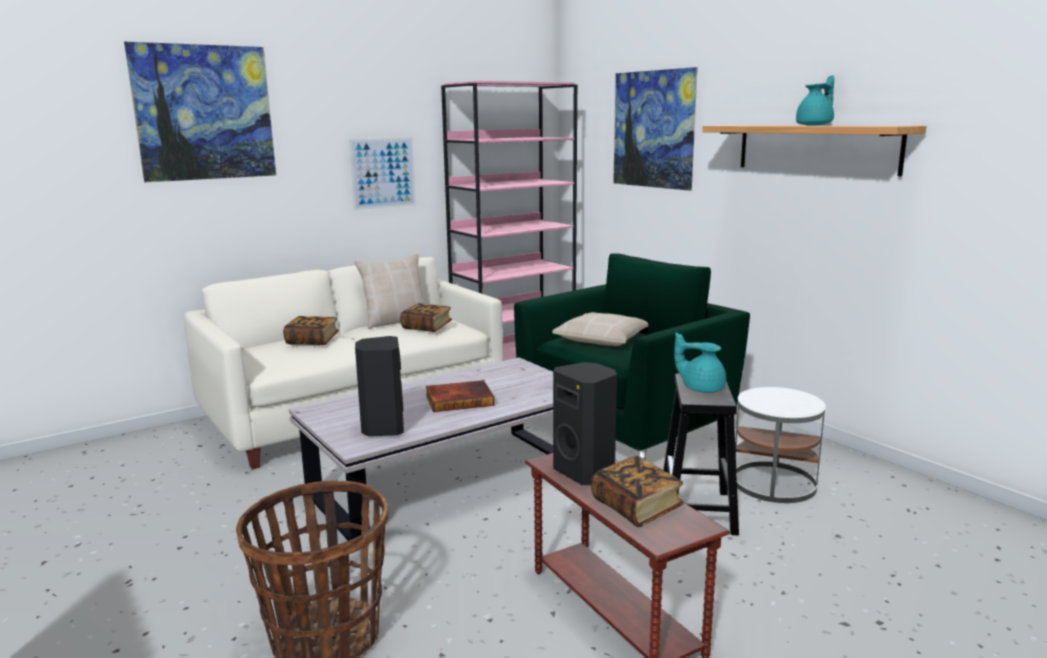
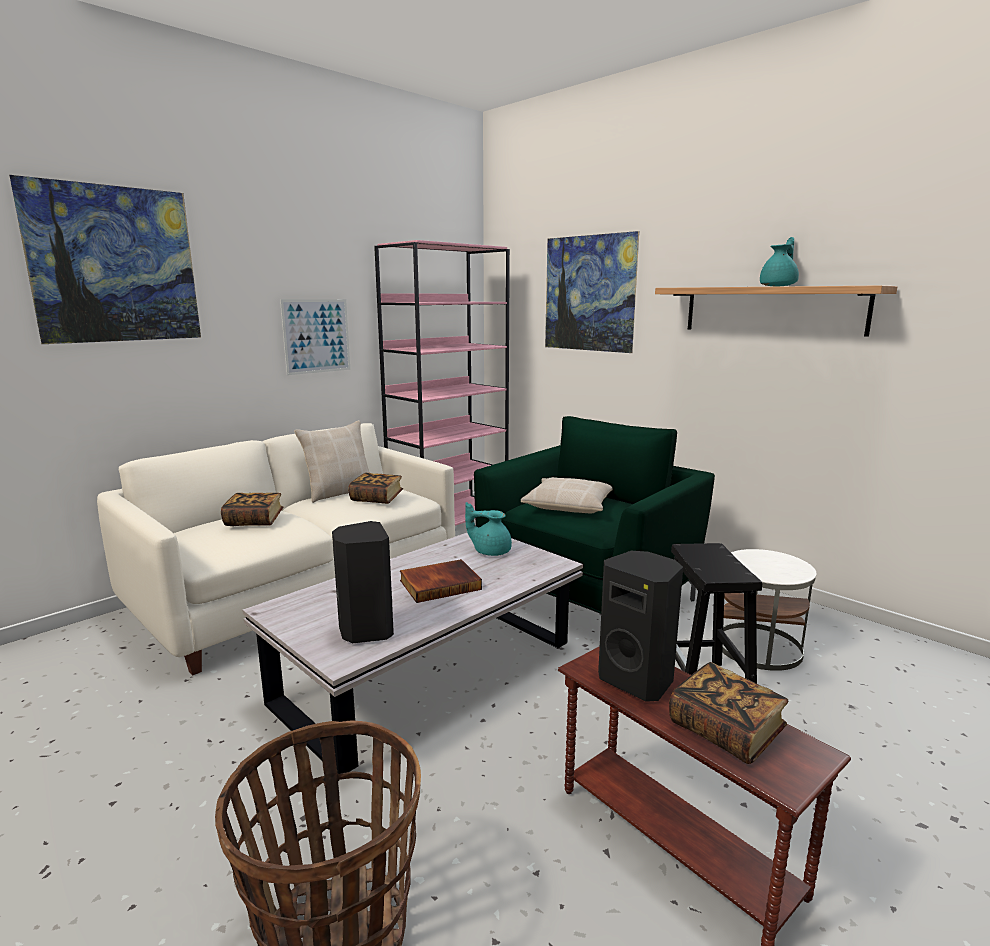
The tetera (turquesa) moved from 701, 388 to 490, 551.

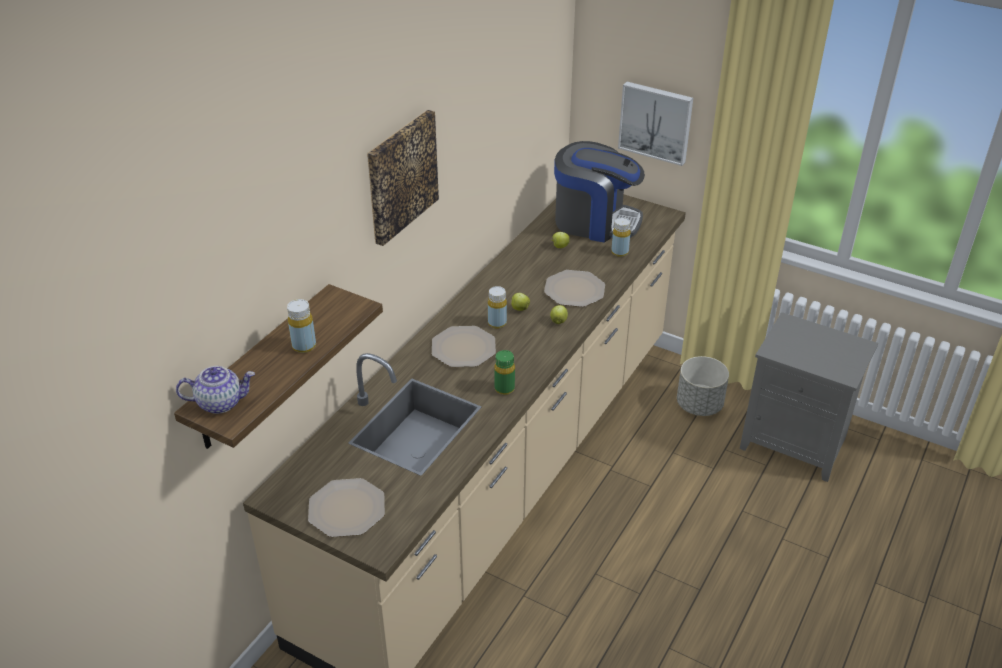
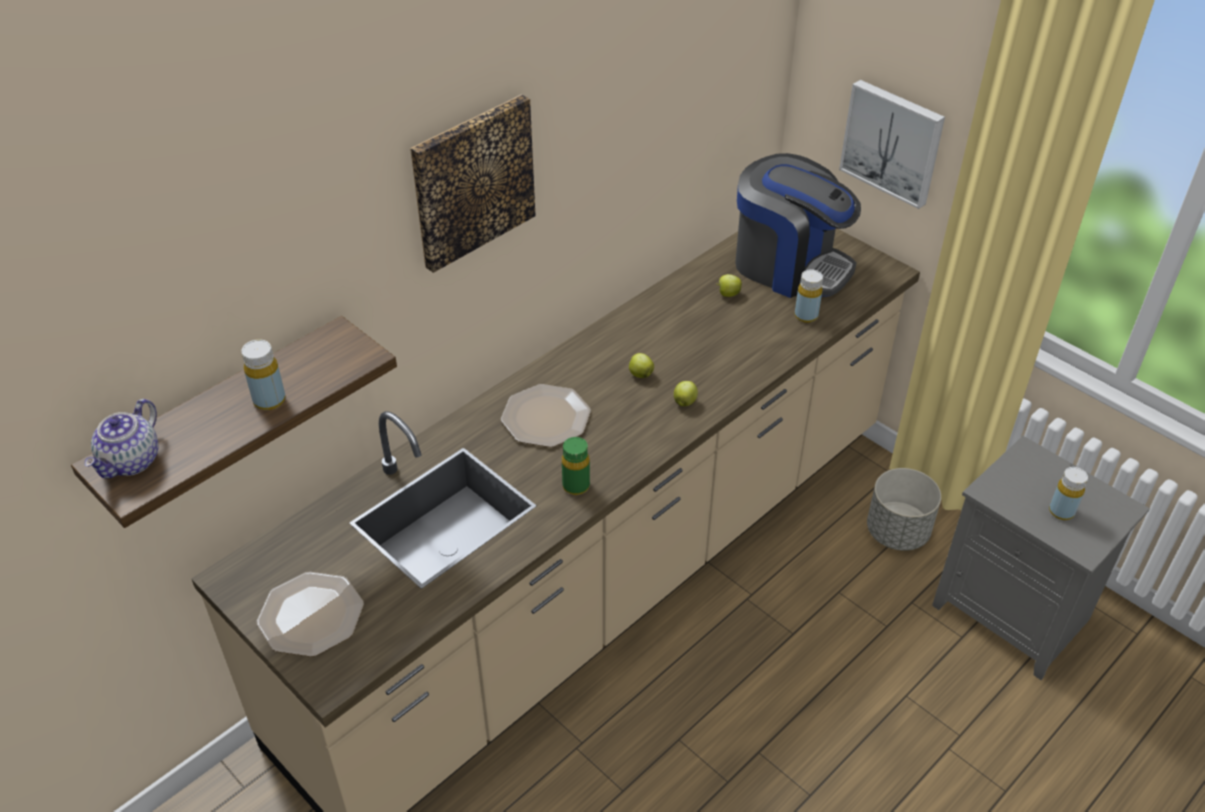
The plato at 575, 289 disappeared.
The botella (amarillo) moved from 497, 323 to 1061, 511.
The tetera at 220, 402 turned 105 degrees clockwise.

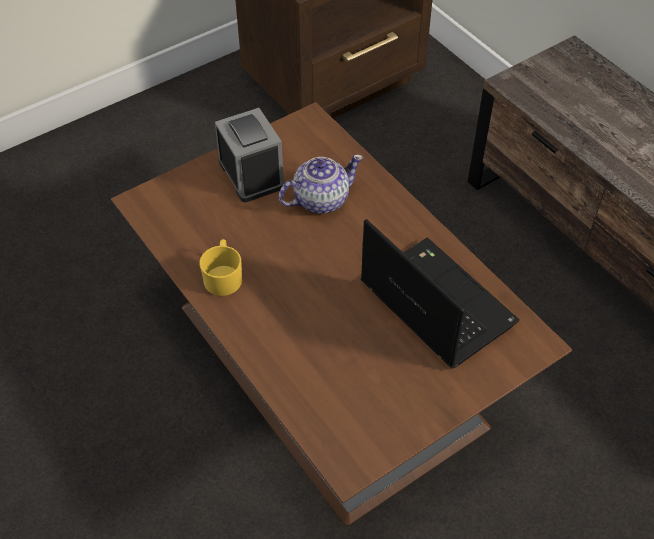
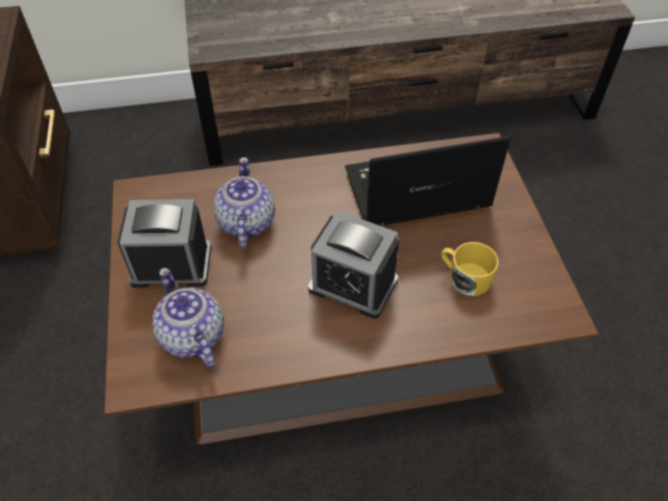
The tetera at 192, 337 appeared.
The despertador at 353, 285 appeared.
The taza grande (amarillo) moved from 223, 276 to 464, 277.

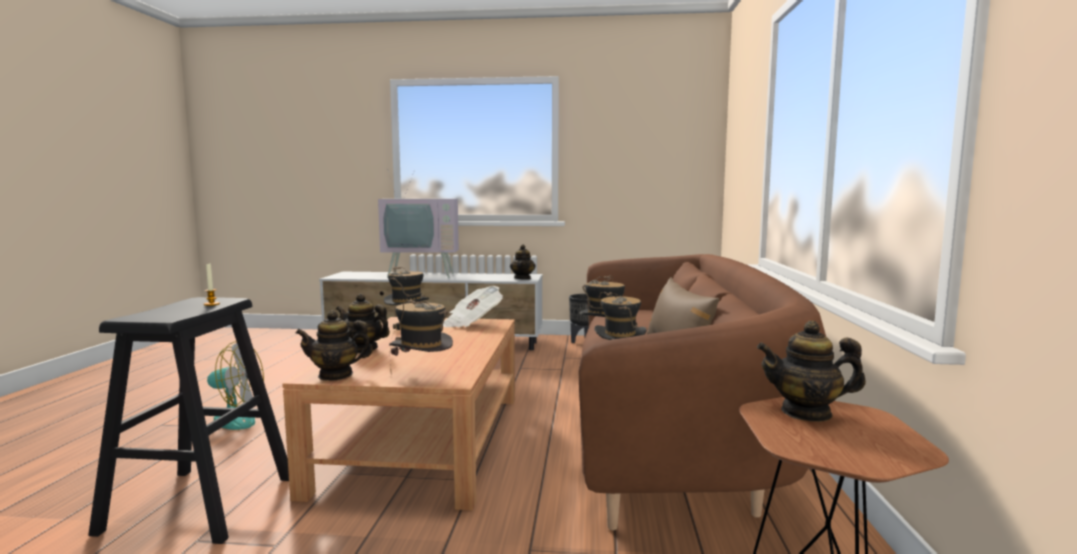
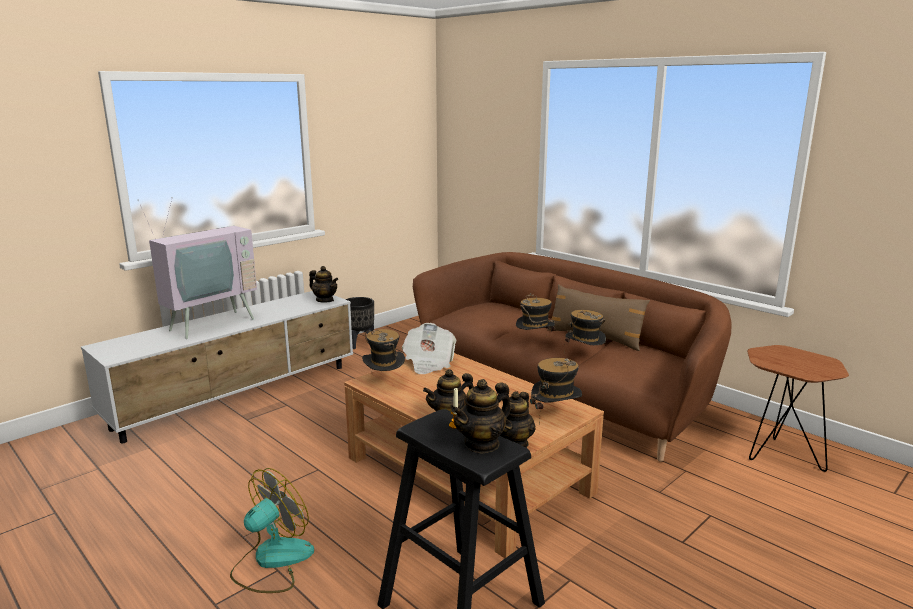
The tetera moved from 806, 413 to 482, 444.

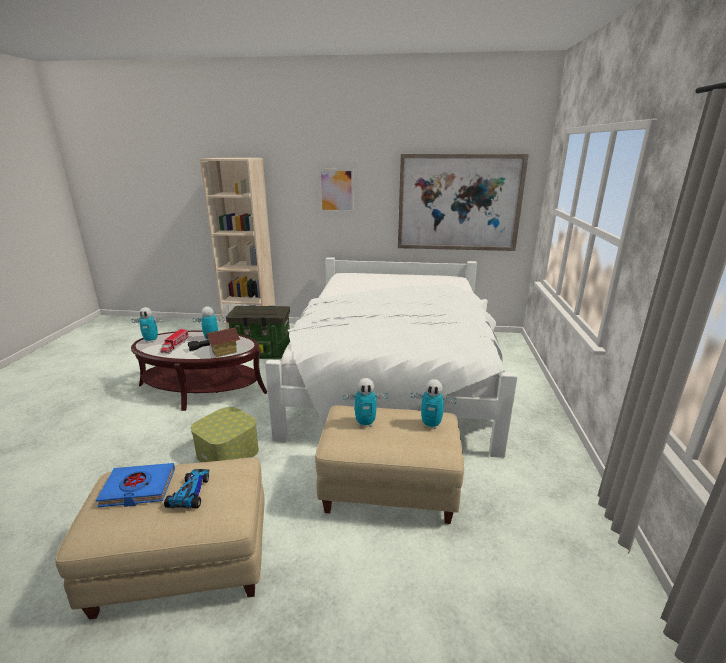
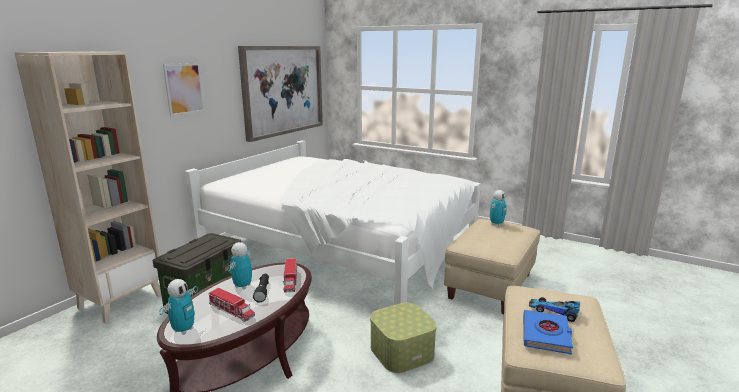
The robot de juguete at 365, 423 disappeared.
The casita at 224, 351 was replaced by the camión de juguete at 290, 281.

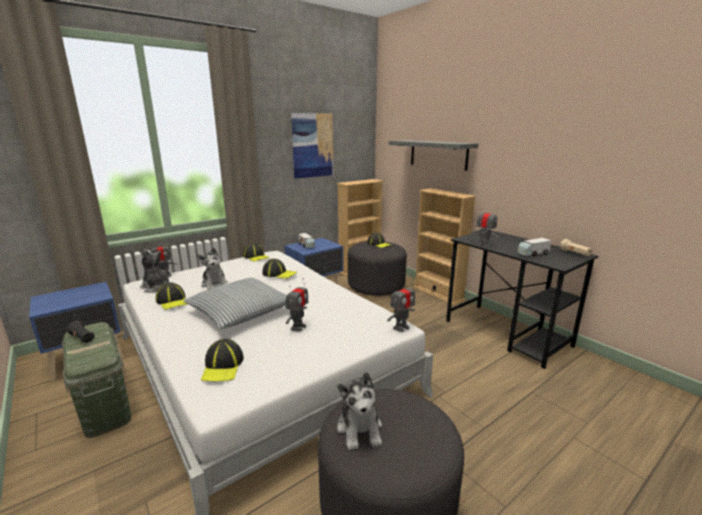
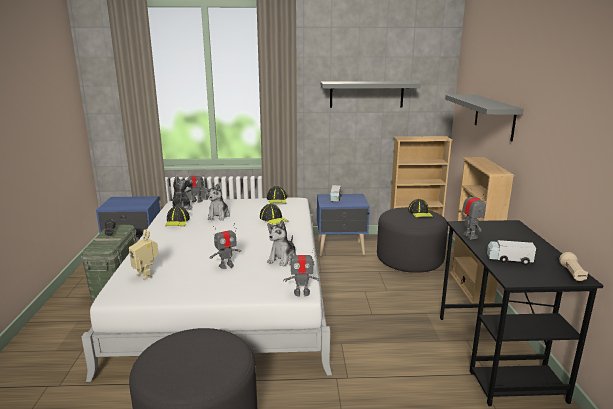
The cojín at 240, 311 disappeared.
The peluche moved from 360, 429 to 282, 258.
The gorra at 223, 366 was replaced by the robot de juguete at 147, 275.
The cuadro at 312, 145 was replaced by the estante (gris) at 366, 94.

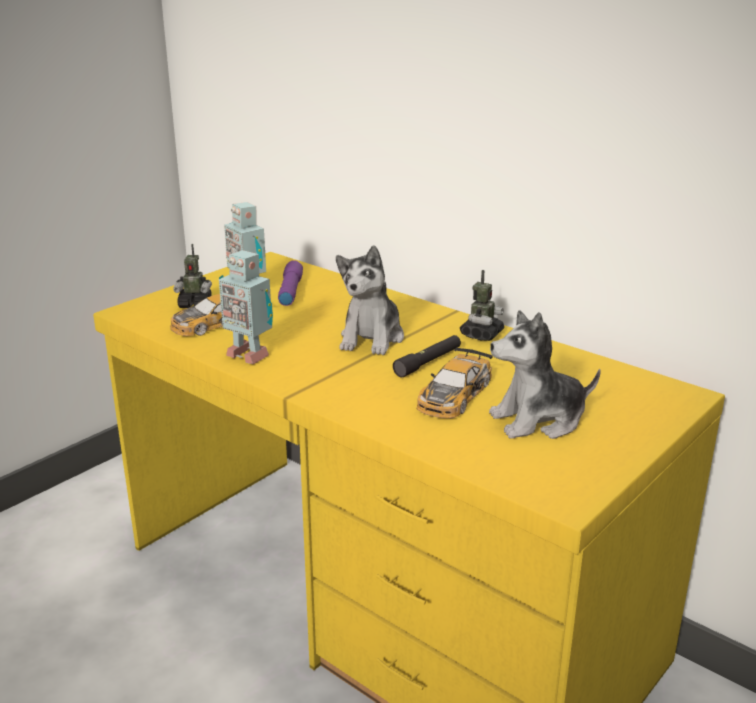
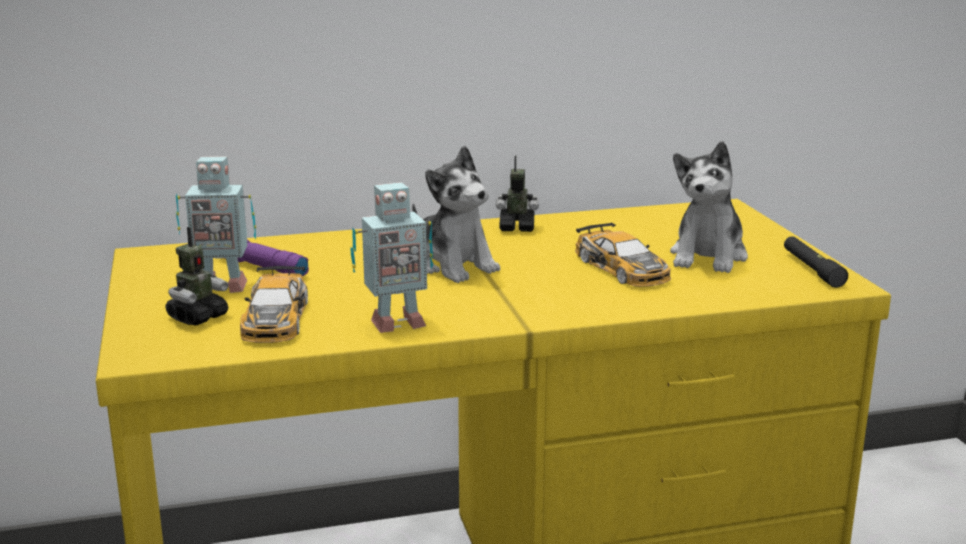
The linterna (negro) moved from 428, 362 to 812, 269.
The robot de juguete at 481, 334 turned 60 degrees counterclockwise.

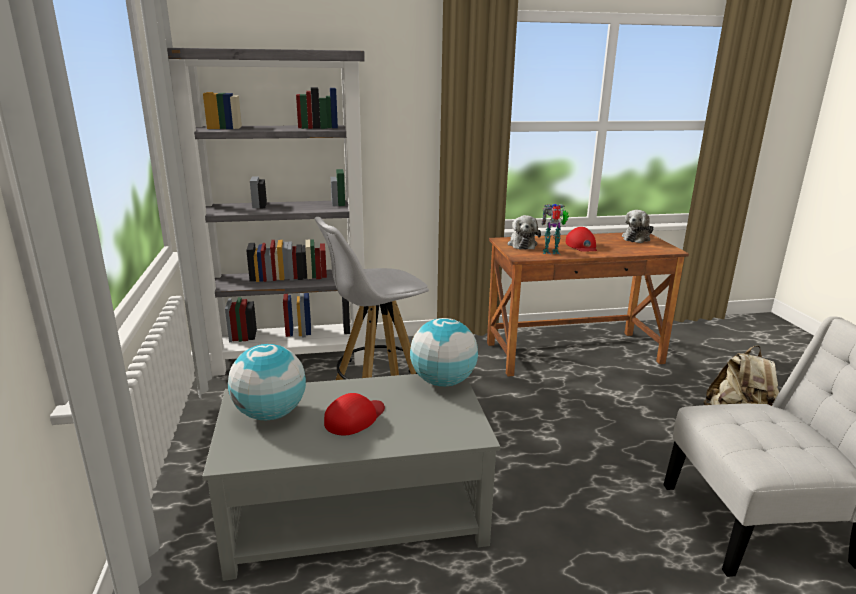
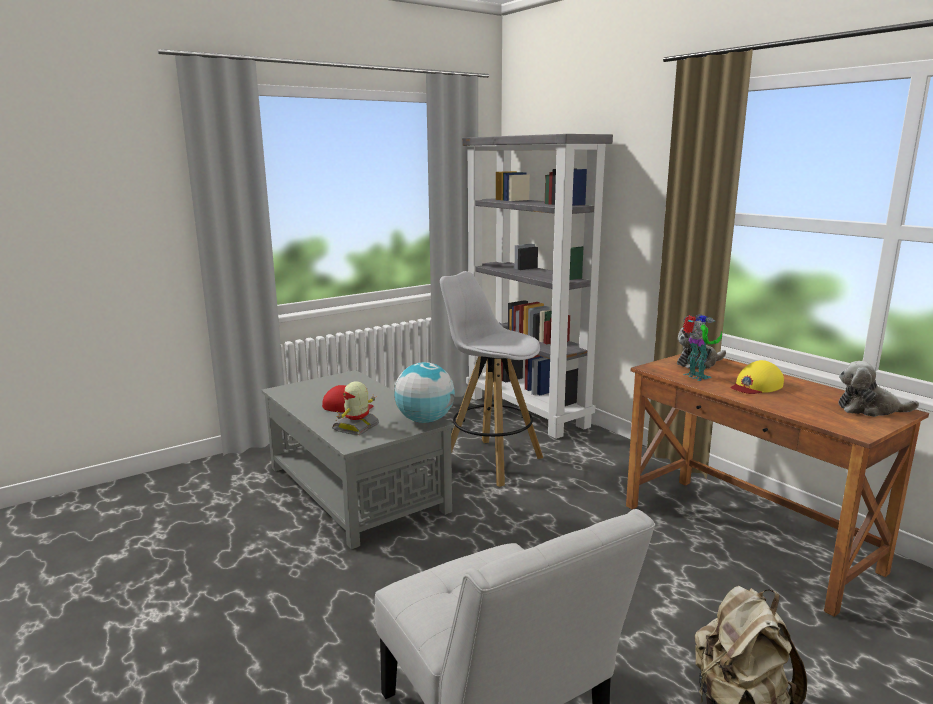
The globo terráqueo at 270, 414 disappeared.
The robot de juguete at 357, 427 appeared.
The gorra (rojo) at 581, 246 became the gorra (amarillo) at 756, 386.

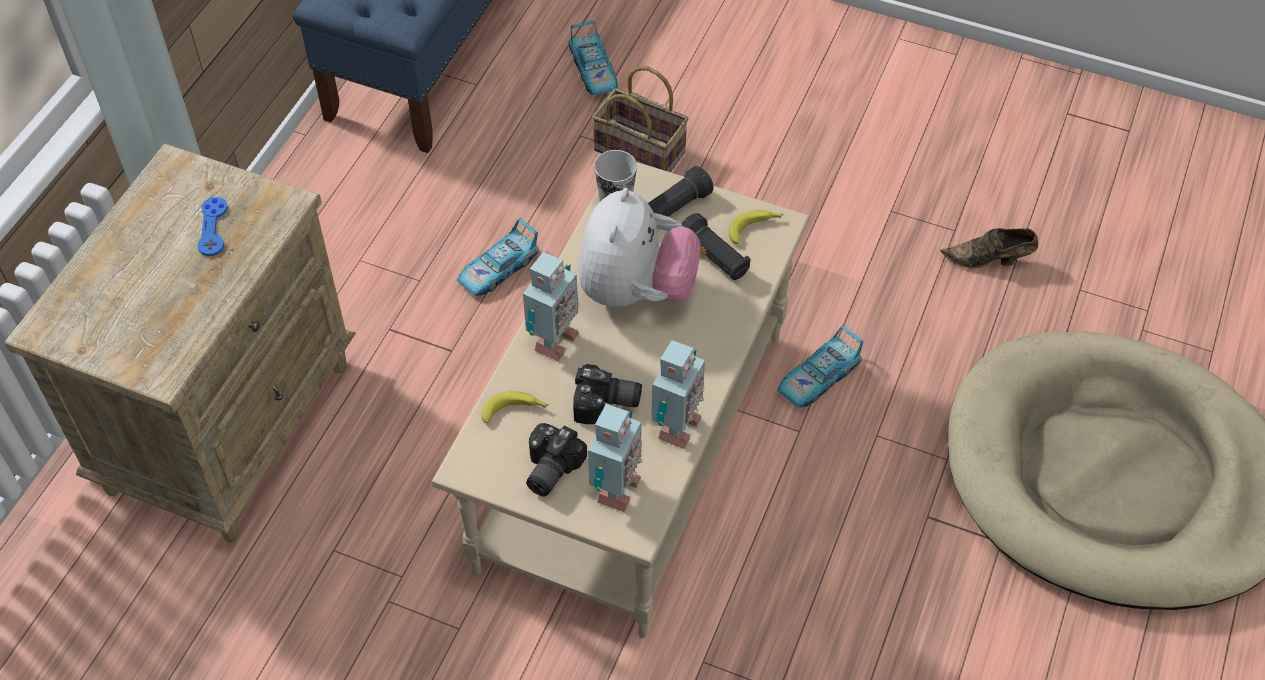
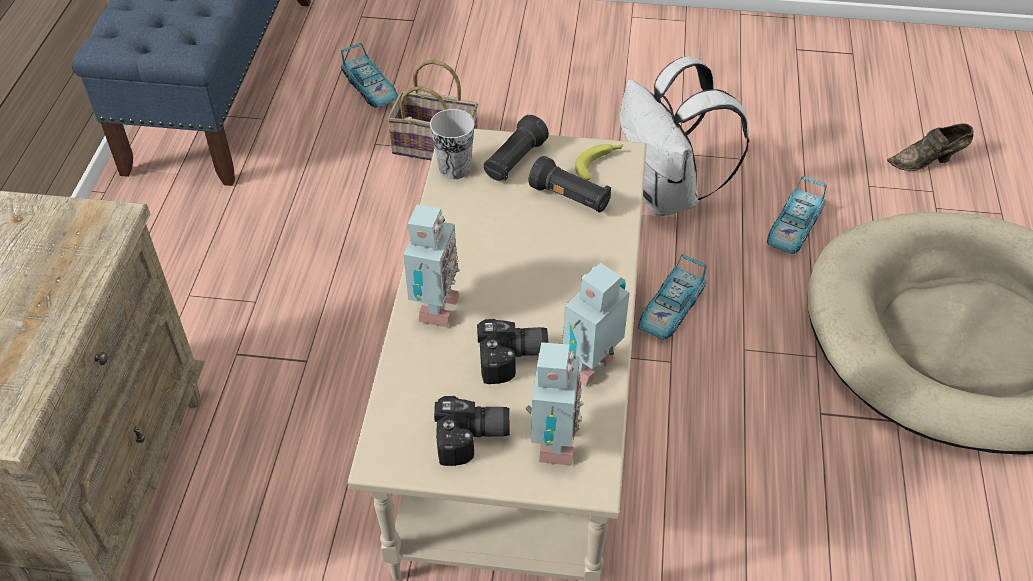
The mando de consola (azul) at 213, 227 disappeared.
The plátano at 515, 411 disappeared.
The peluche at 635, 290 disappeared.
The mochila (blanco) at 667, 195 appeared.
The coche de juguete moved from 498, 269 to 793, 228.
The zapato (marrón) moved from 989, 260 to 928, 161.
The cámara at 548, 469 turned 105 degrees counterclockwise.
The robot de juguete at 675, 428 turned 150 degrees counterclockwise.

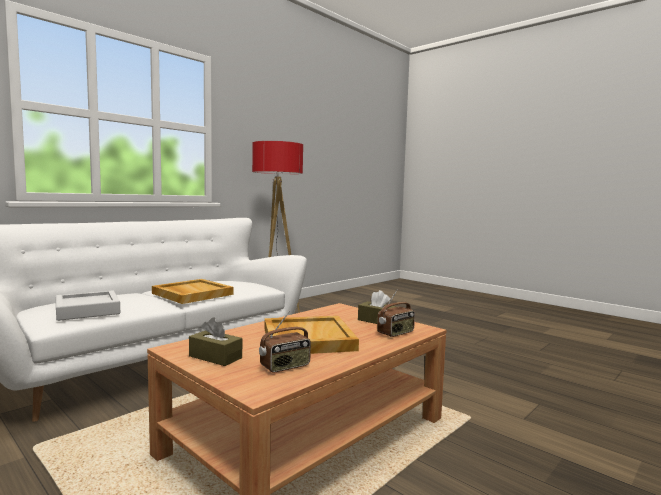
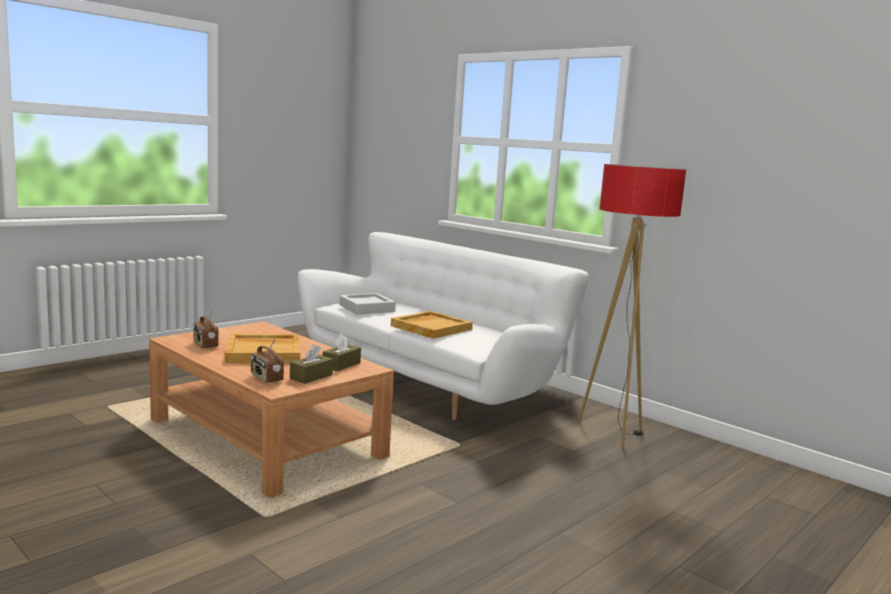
The caja de pañuelos (marrón) moved from 215, 357 to 341, 365.

